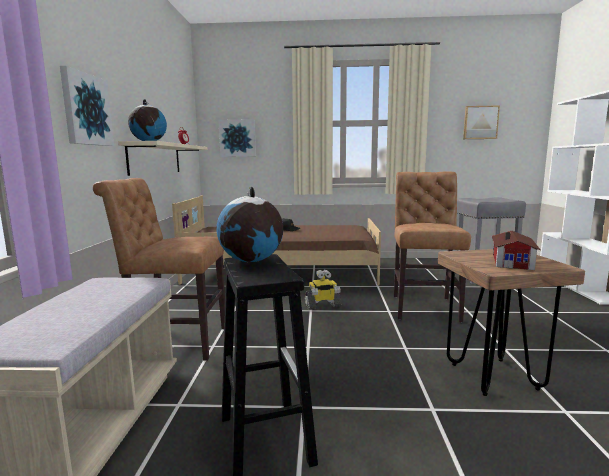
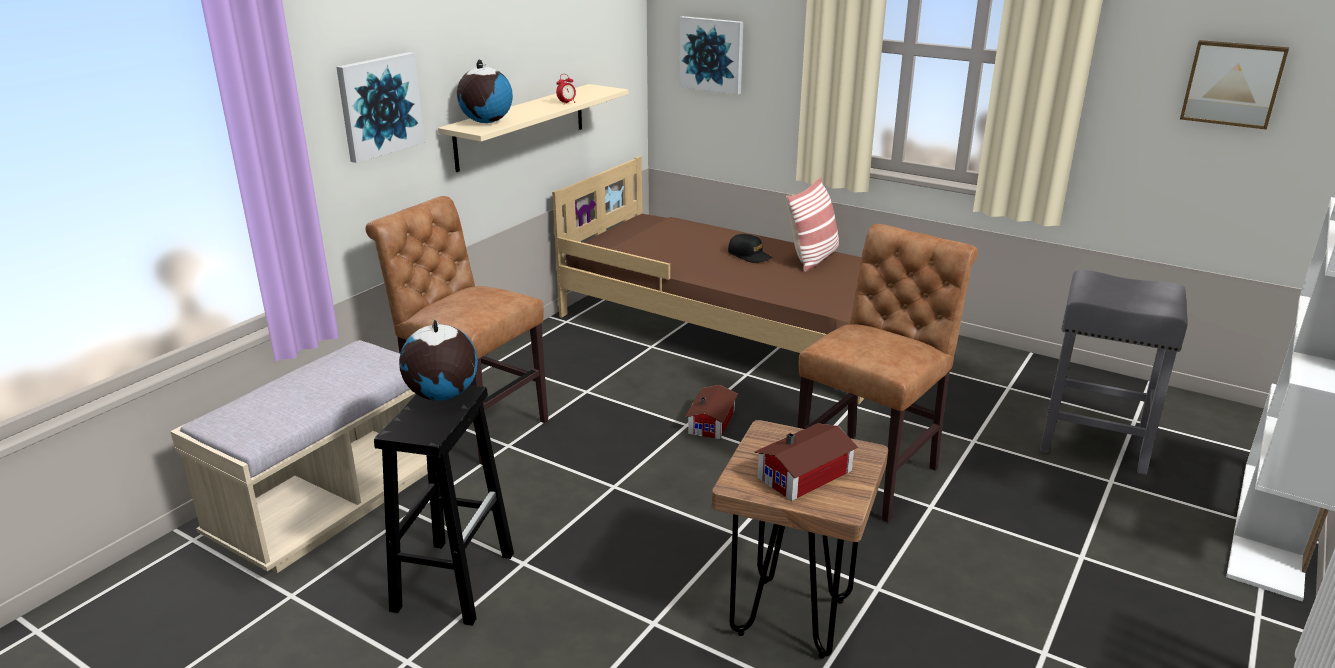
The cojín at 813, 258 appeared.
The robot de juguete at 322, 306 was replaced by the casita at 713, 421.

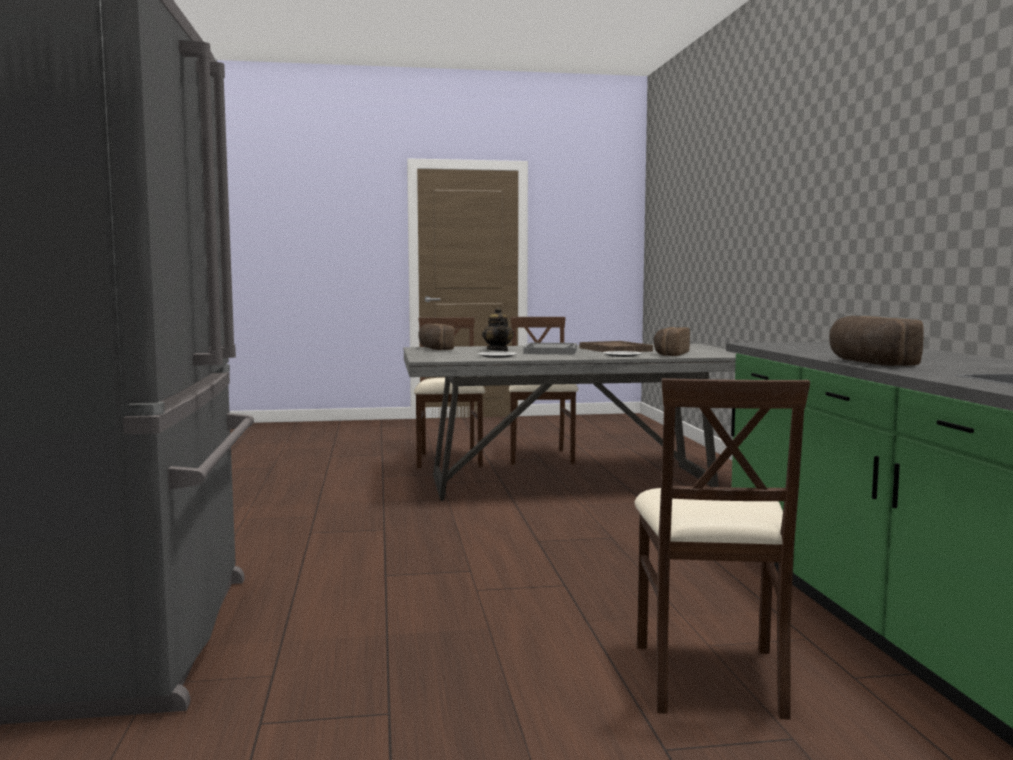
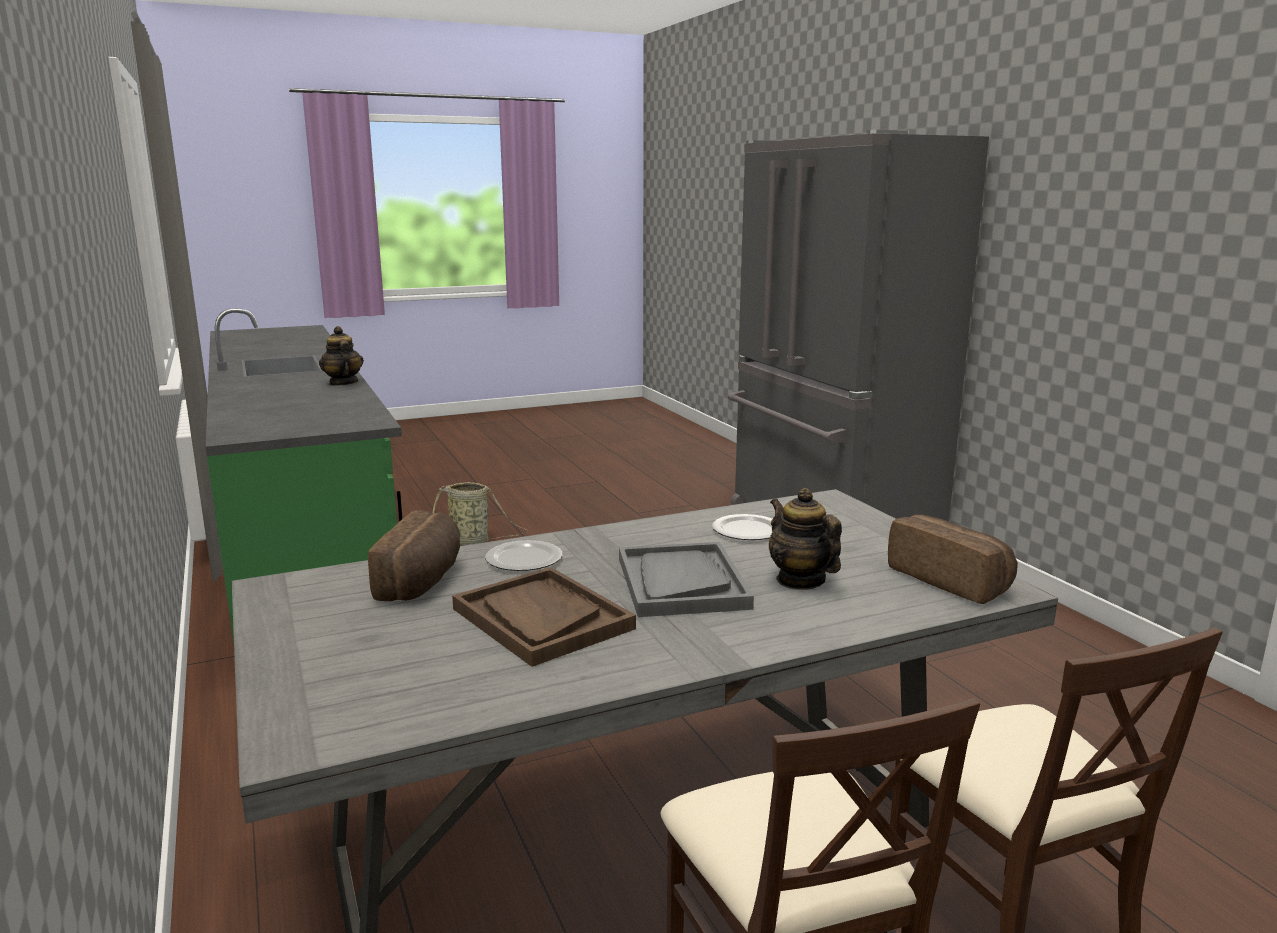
The silla (beis) at 710, 677 was replaced by the cesta at 472, 542.
The pan at 868, 362 was replaced by the tetera at 343, 383.

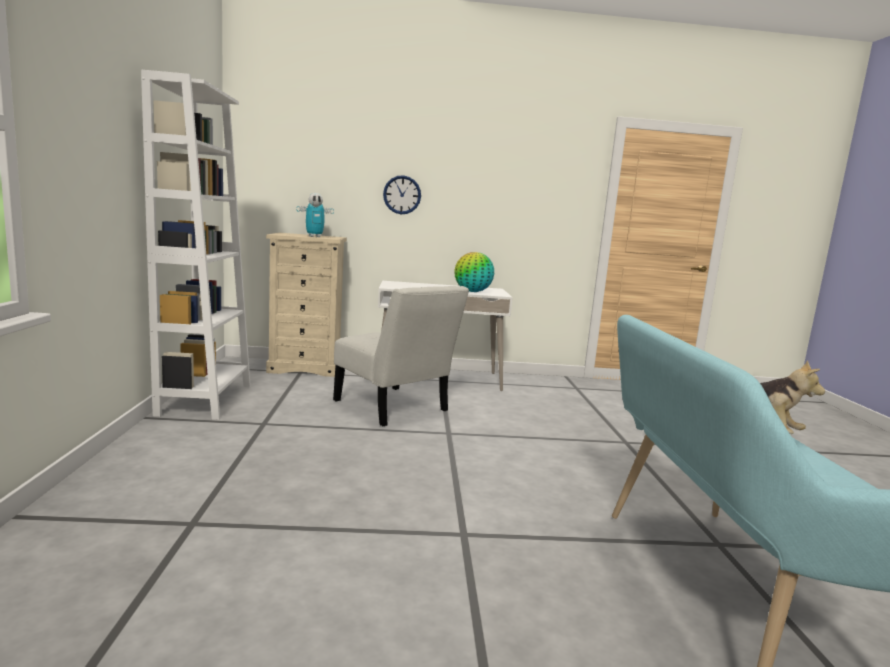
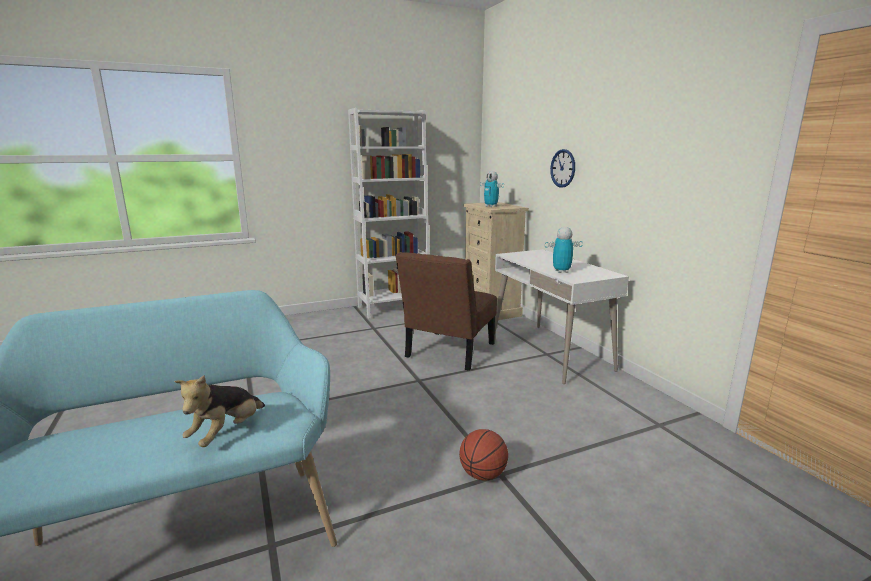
The balón de baloncesto at 482, 474 appeared.
The globo terráqueo at 472, 292 was replaced by the robot de juguete at 561, 271.
The silla (blanco) at 394, 408 became the silla (marrón) at 448, 352.

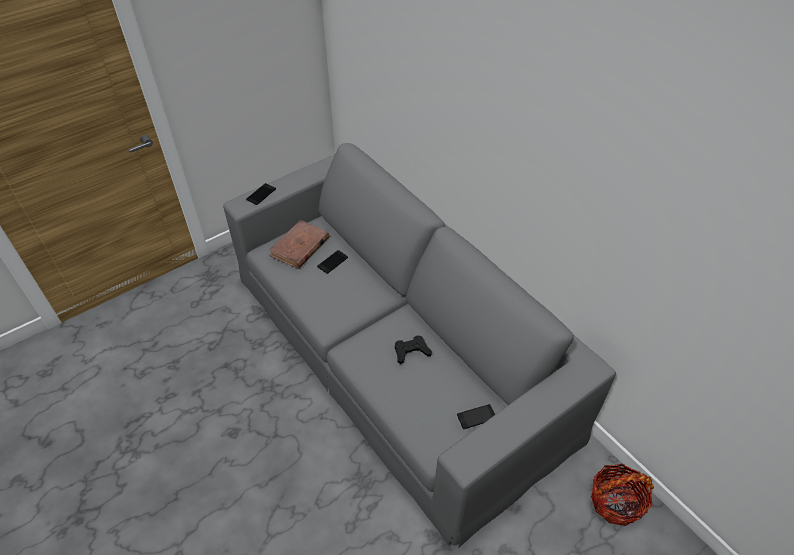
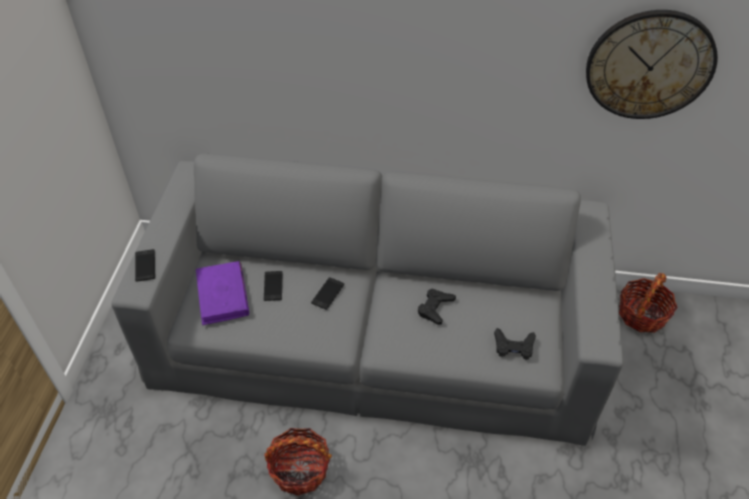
The cesta at 299, 469 appeared.
The mando de consola (negro) at 513, 346 appeared.
The reloj de pared at 649, 65 appeared.
The móvil moved from 476, 417 to 328, 293.
The libro (marrón) at 300, 247 became the libro (morado) at 222, 295.

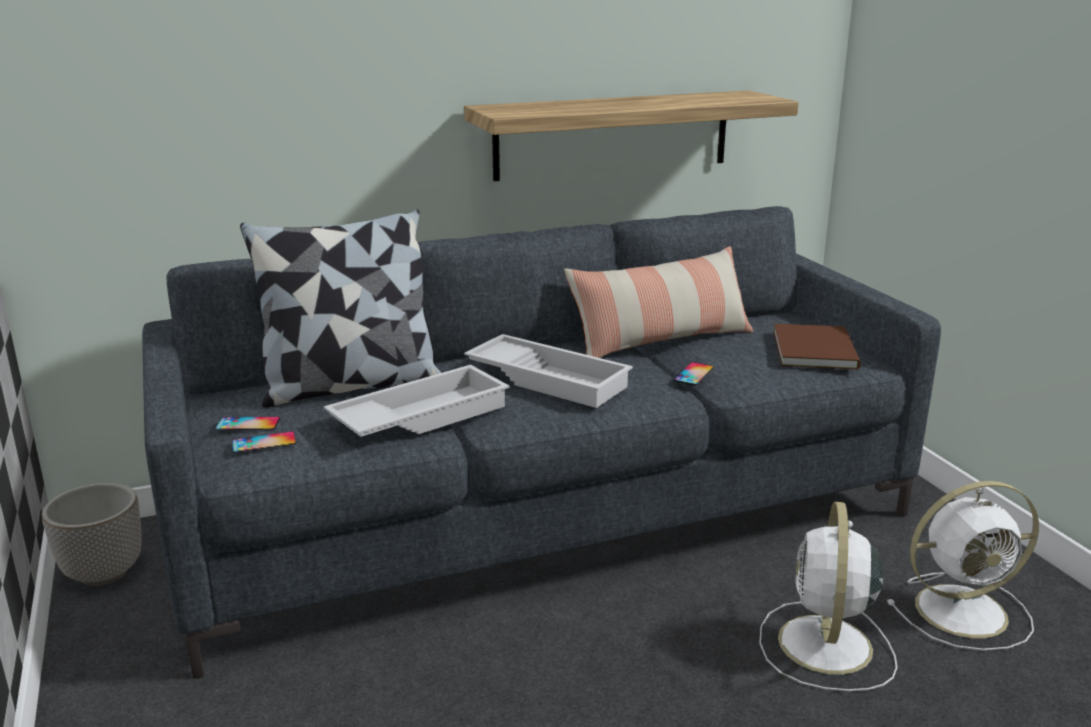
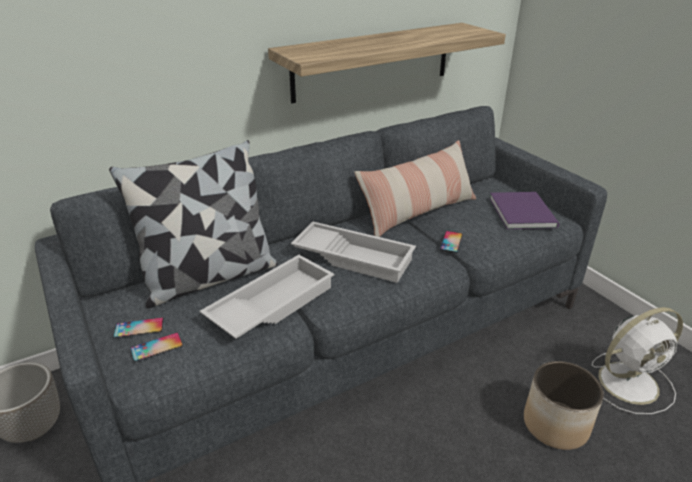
The ventilador (blanco) at 825, 647 was replaced by the maceta at 556, 425.
The libro (marrón) at 816, 349 became the libro (morado) at 523, 211.

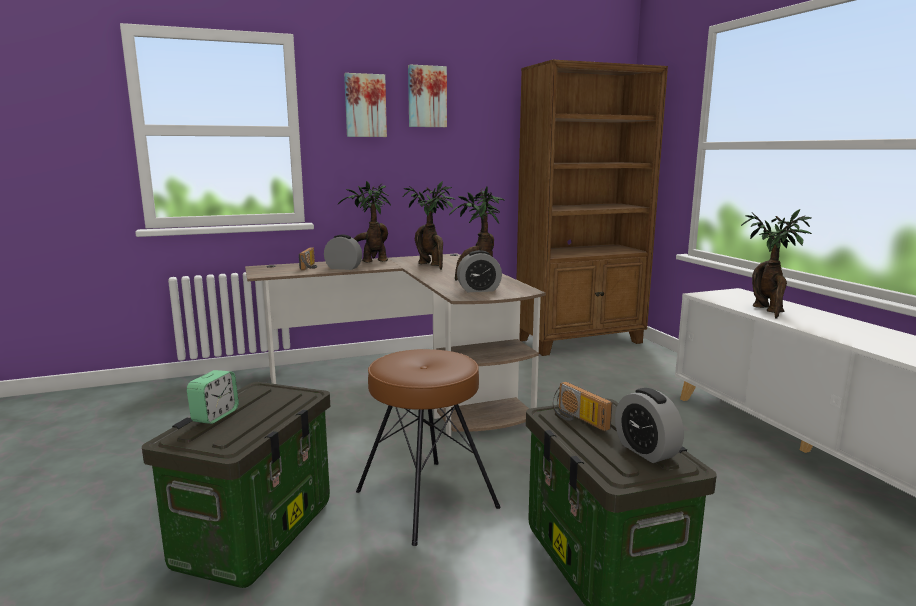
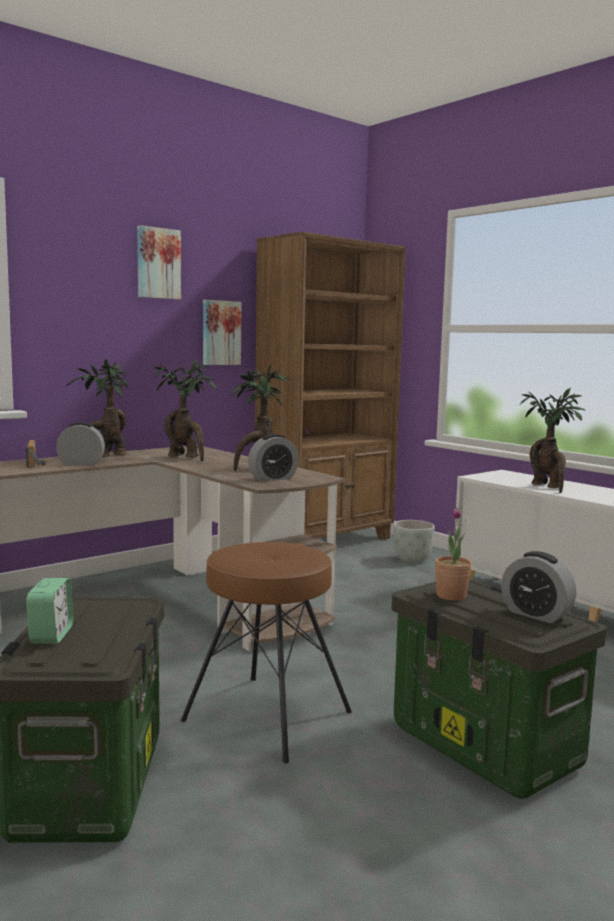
The maceta (gris) at 411, 559 appeared.
The cuadro moved from 365, 105 to 220, 333.
The radio at 577, 419 was replaced by the planta en maceta at 451, 596.

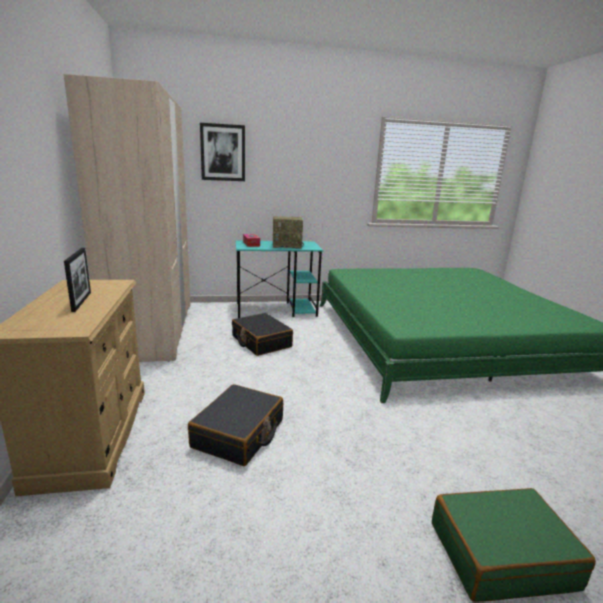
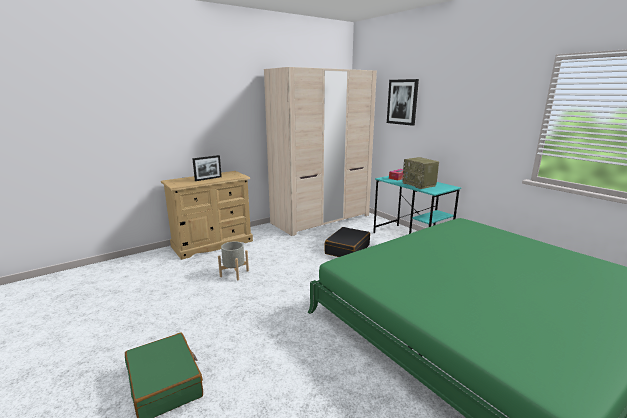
The maleta (negro) at 239, 434 was replaced by the maceta (gris) at 234, 273.

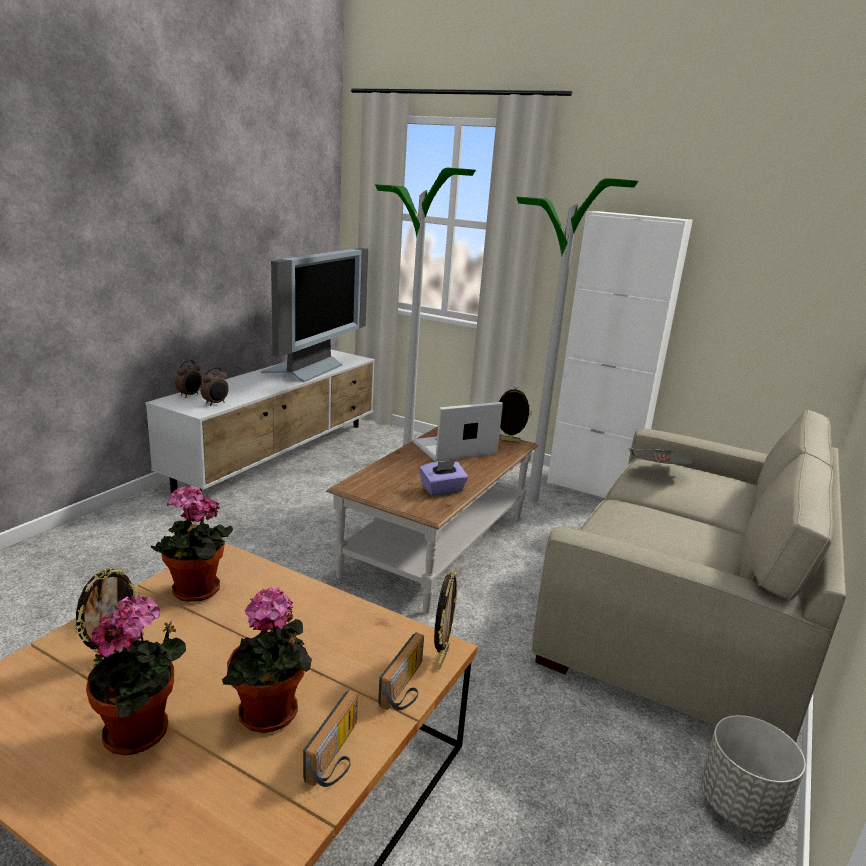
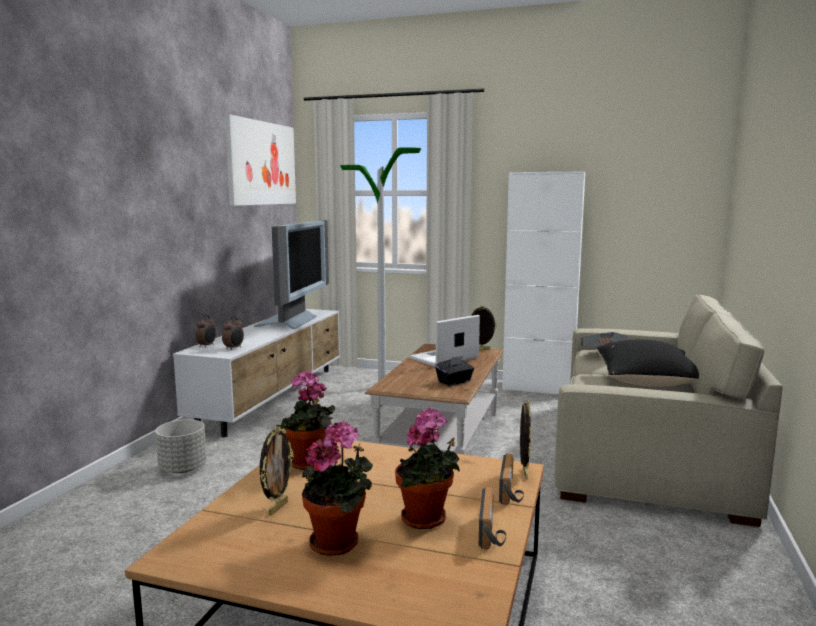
The lámpara de pie at 533, 499 disappeared.
The cuadro at 261, 163 appeared.
The cojín (negro) at 647, 383 appeared.
The maceta (gris) moved from 740, 806 to 183, 469.
The caja de pañuelos (morado) at 442, 490 became the caja de pañuelos (negro) at 454, 381.

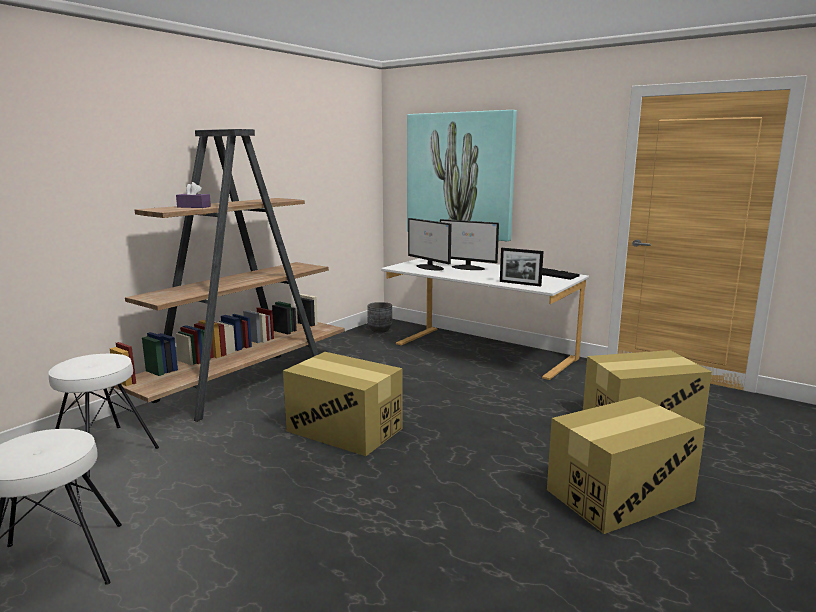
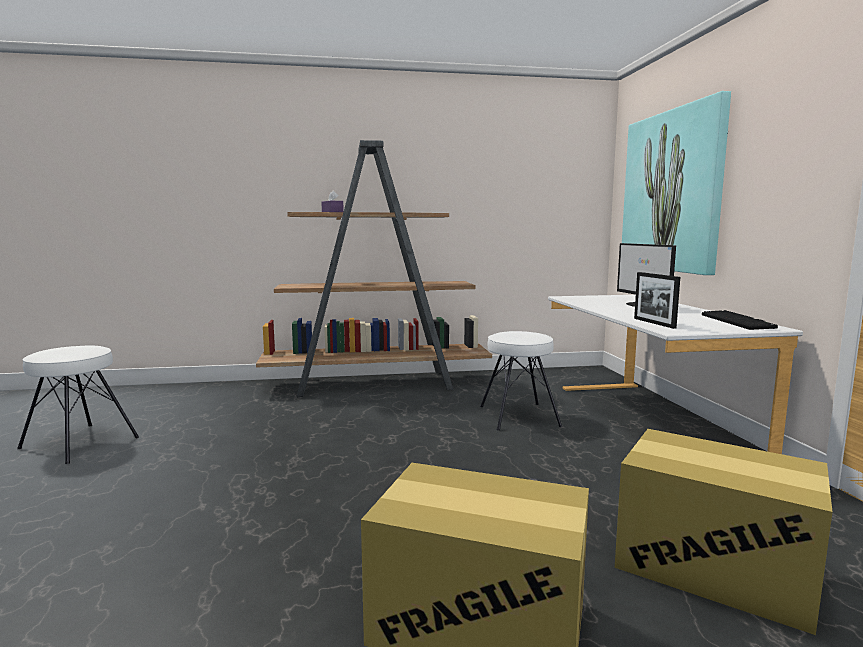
The caja de cartón at 344, 429 disappeared.
The maceta (gris) at 380, 330 disappeared.
The monitor at 430, 267 disappeared.
The taburete (blanco) moved from 103, 450 to 518, 416.

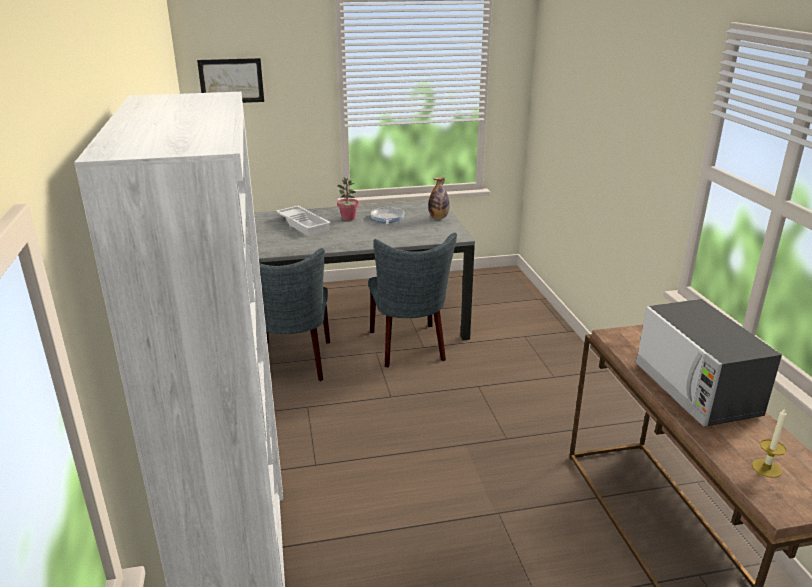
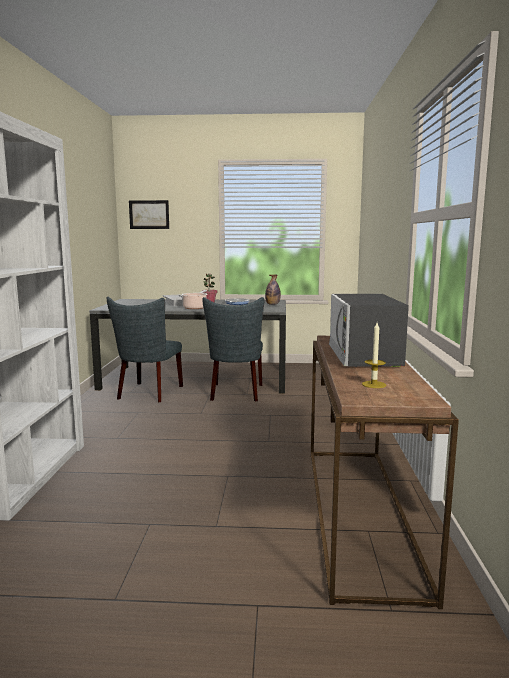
The olla at 195, 307 appeared.

